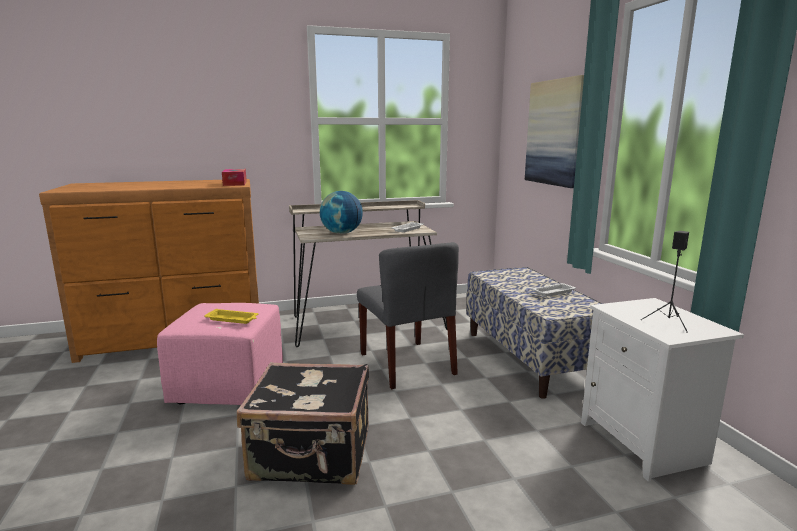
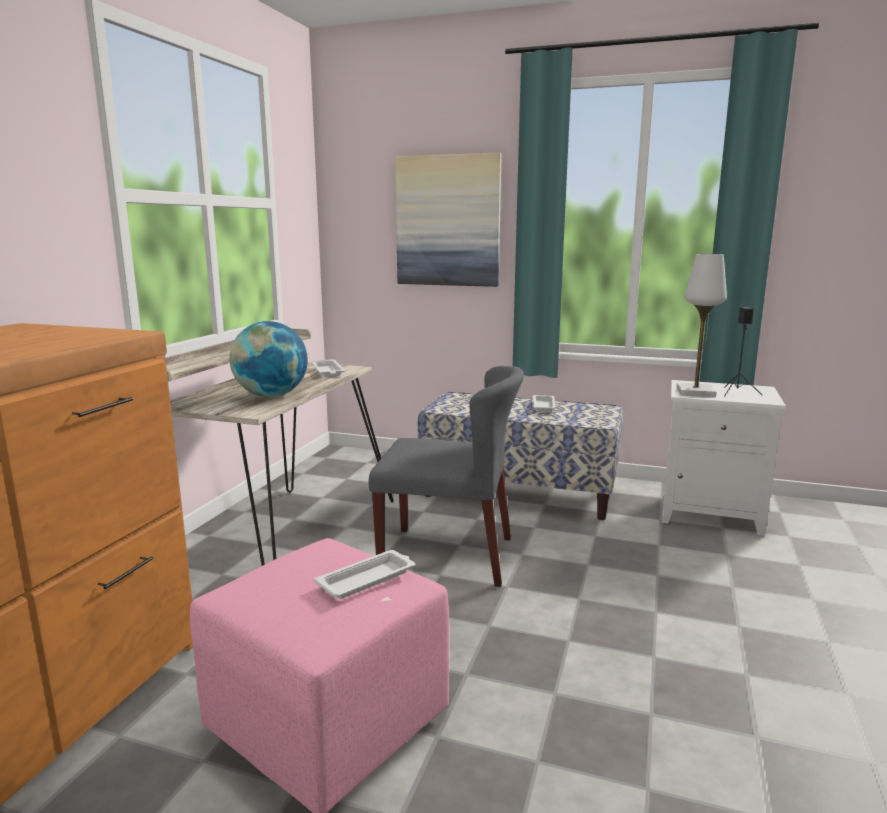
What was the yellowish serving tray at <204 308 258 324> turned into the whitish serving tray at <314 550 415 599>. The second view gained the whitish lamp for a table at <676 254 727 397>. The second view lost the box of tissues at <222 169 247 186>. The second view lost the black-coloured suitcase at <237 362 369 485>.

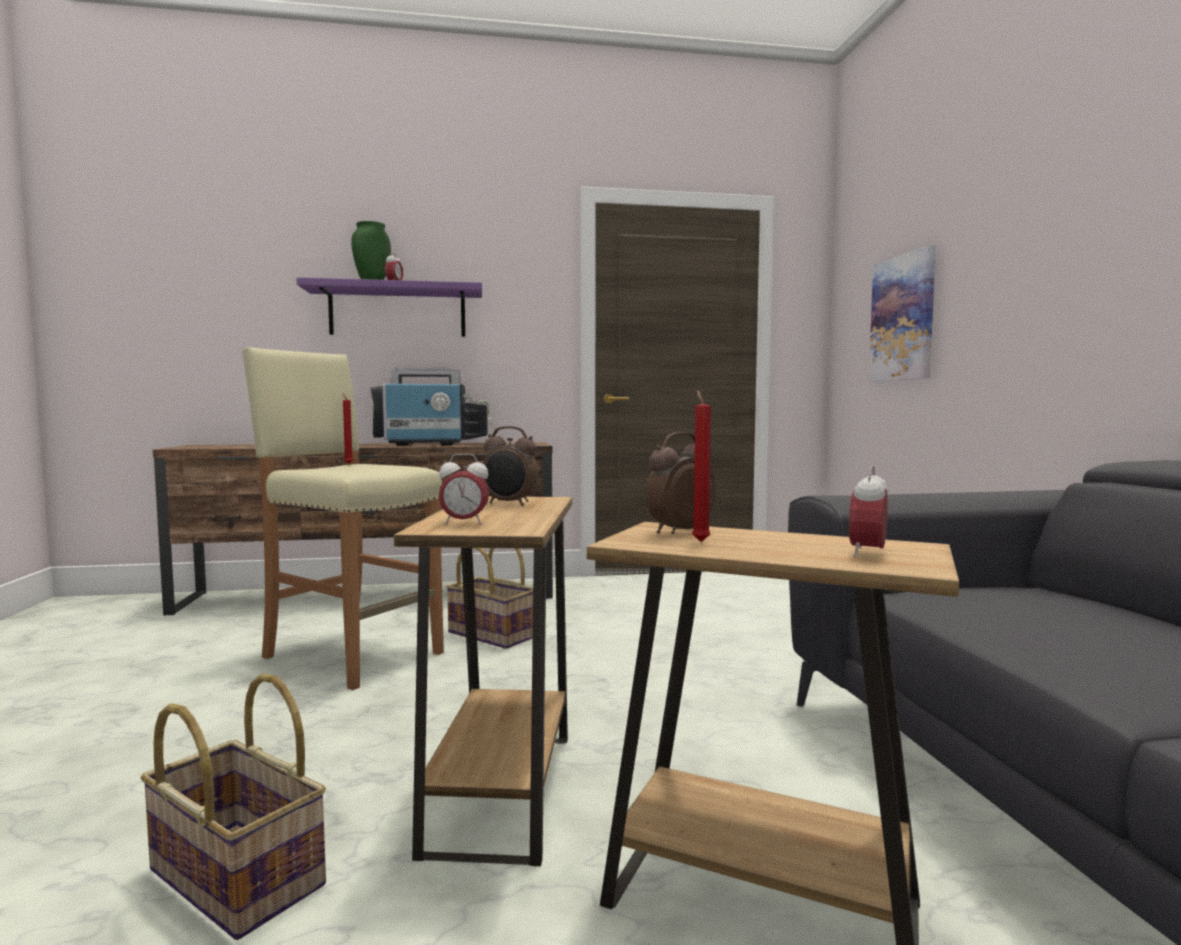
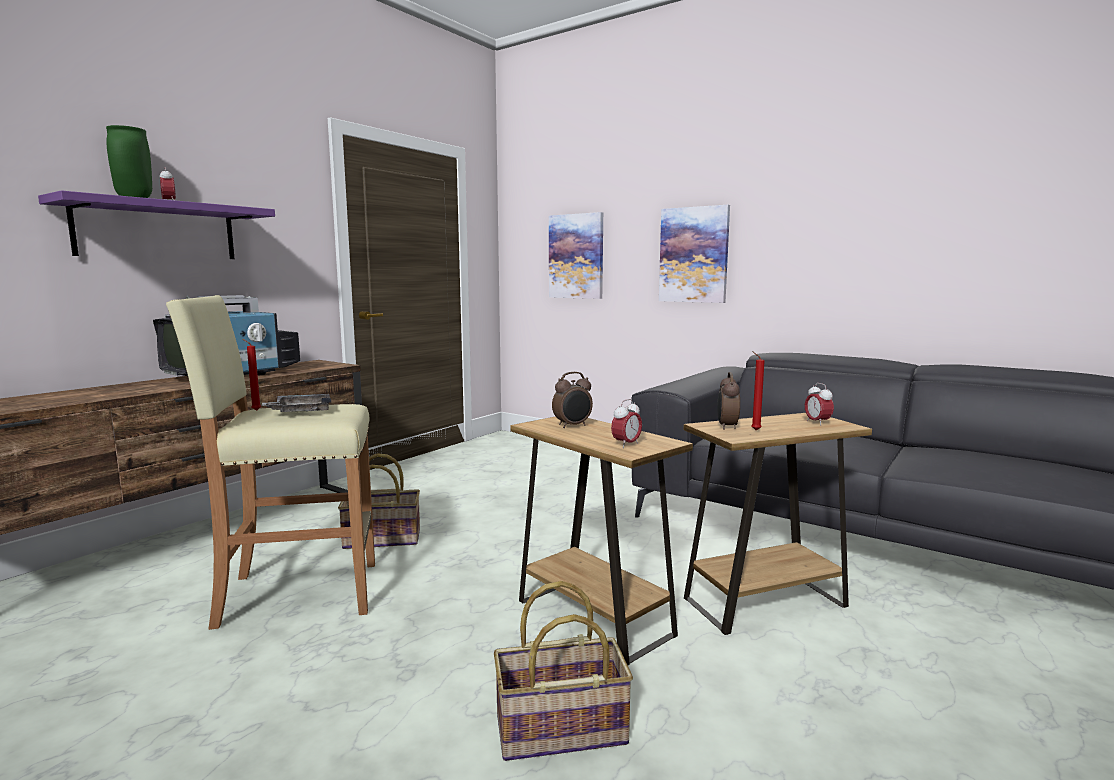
The second view gained the grey serving tray at <261 394 331 412>. The second view gained the picture at <659 205 730 303>.

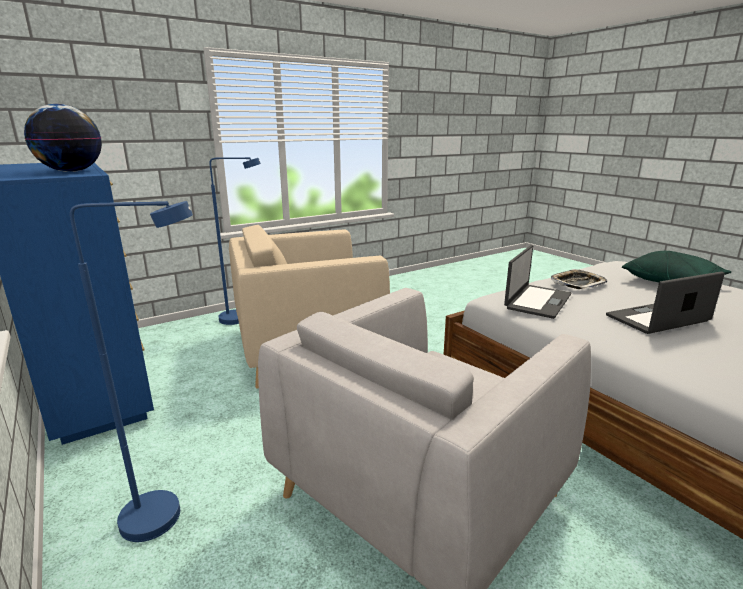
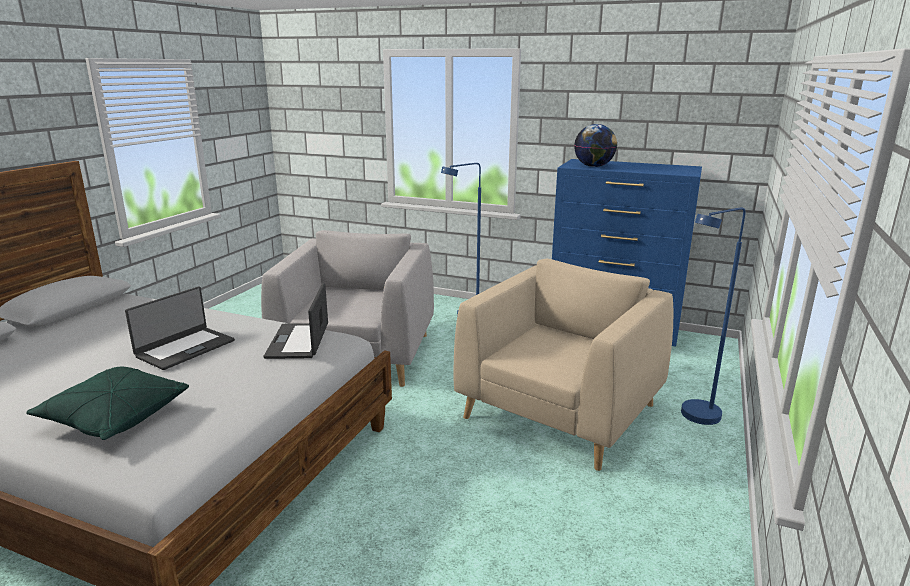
The second view lost the serving tray at <551 269 607 289>.

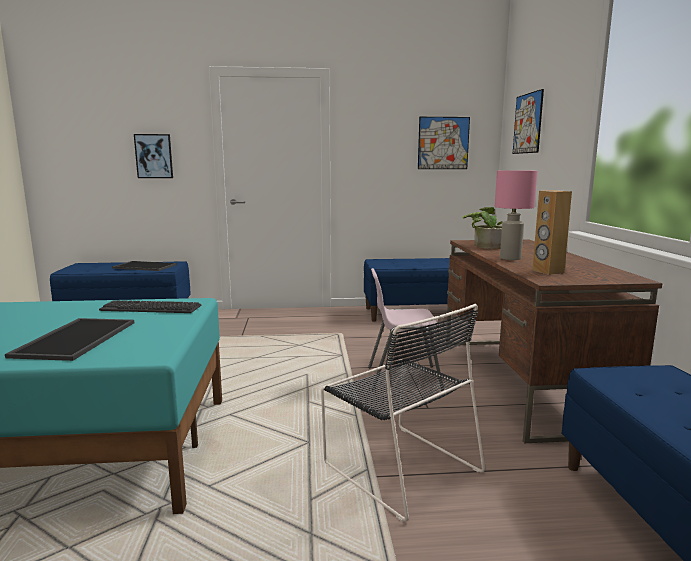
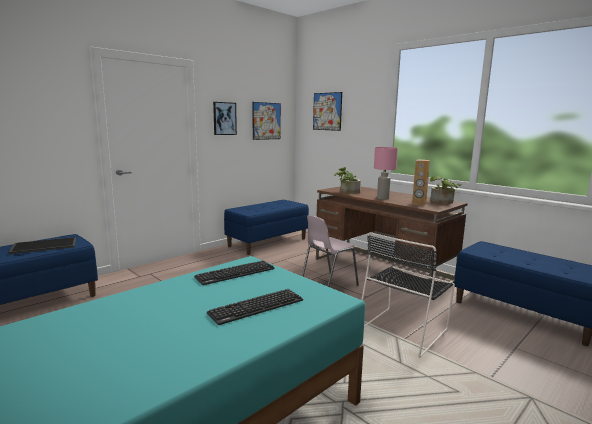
Where the serving tray stood at <5 318 134 361>, the keyboard came to stand at <207 289 303 325>. The picture ended up elsewhere, having gone from <134 134 173 178> to <213 102 237 135>. The black-coloured plain chair at <321 304 485 522> ended up facing another way, 120 degrees clockwise from before. The second view gained the plant in a pot at <430 176 462 204>.

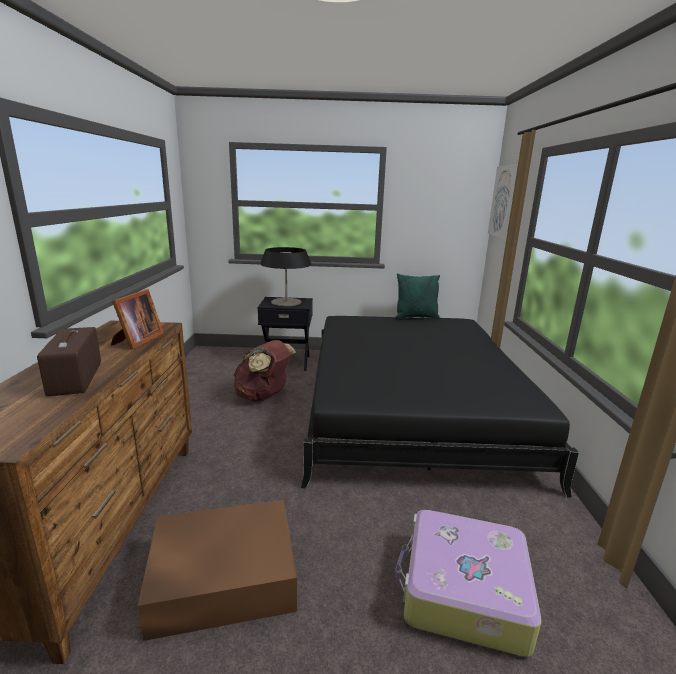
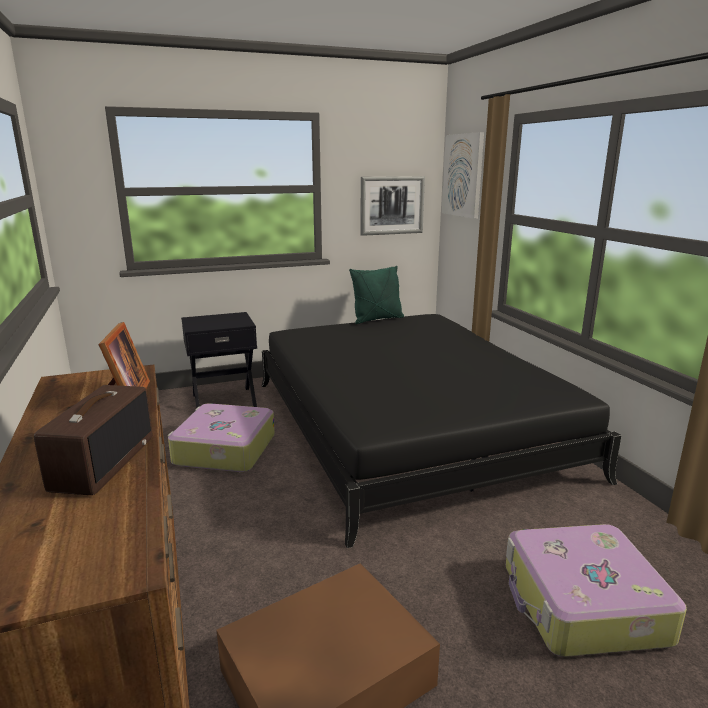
The radio receiver at <37 327 101 396> ended up facing another way, 135 degrees counterclockwise from before. Where the brown backpack stood at <234 340 296 402>, the suitcase came to stand at <168 403 275 472>. The second view gained the picture at <360 176 425 236>. The second view lost the lamp for a table at <261 247 311 306>.

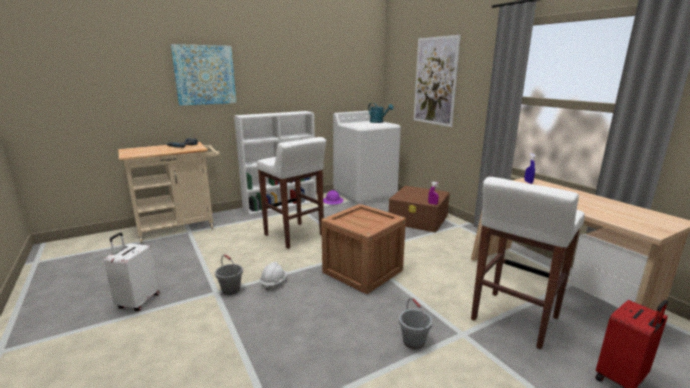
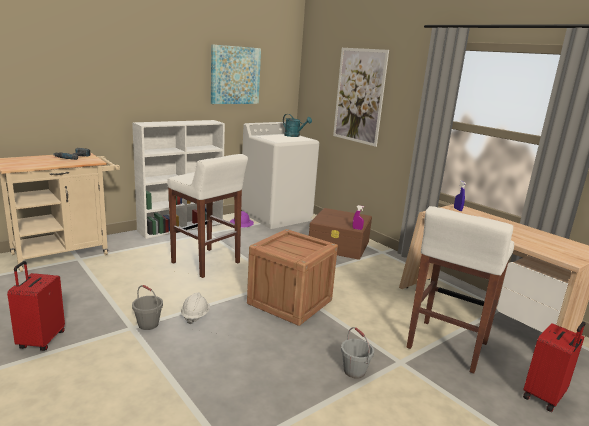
What was the whitish suitcase at <104 233 160 311> turned into the reddish suitcase at <7 261 65 351>. The picture ended up elsewhere, having gone from <170 44 237 106> to <211 44 261 104>.

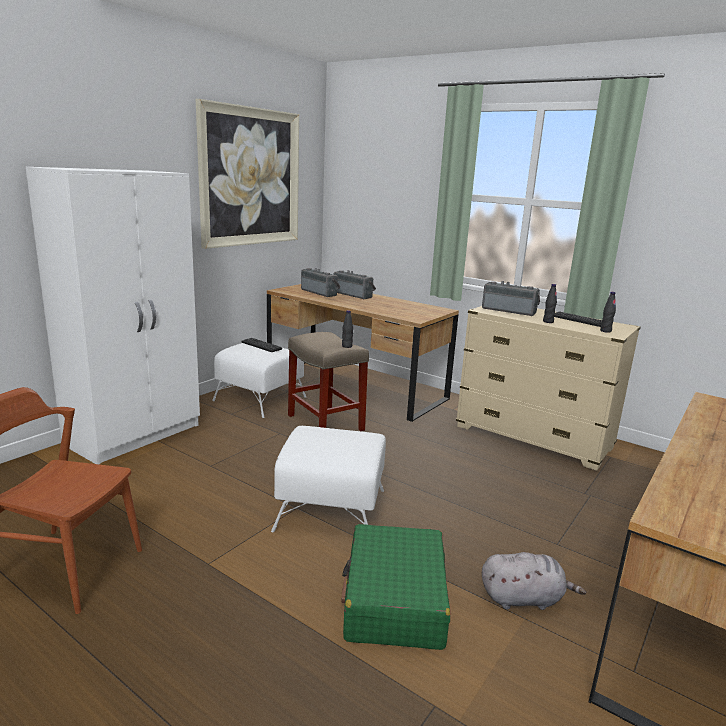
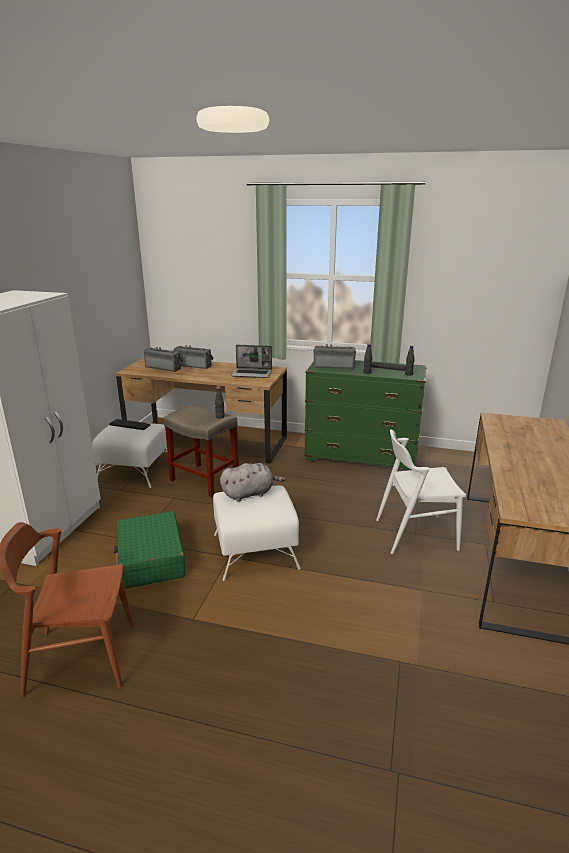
The green suitcase ended up elsewhere, having gone from <341 524 450 650> to <114 511 186 589>. The grey soft toy ended up elsewhere, having gone from <482 552 586 610> to <220 463 285 502>. The second view gained the laptop at <231 345 272 378>. What was the sand-coloured drawer chest at <456 306 641 471> turned into the green drawer chest at <304 360 427 471>. The second view gained the whitish plain chair at <376 429 466 554>. The second view lost the picture at <196 99 299 249>.

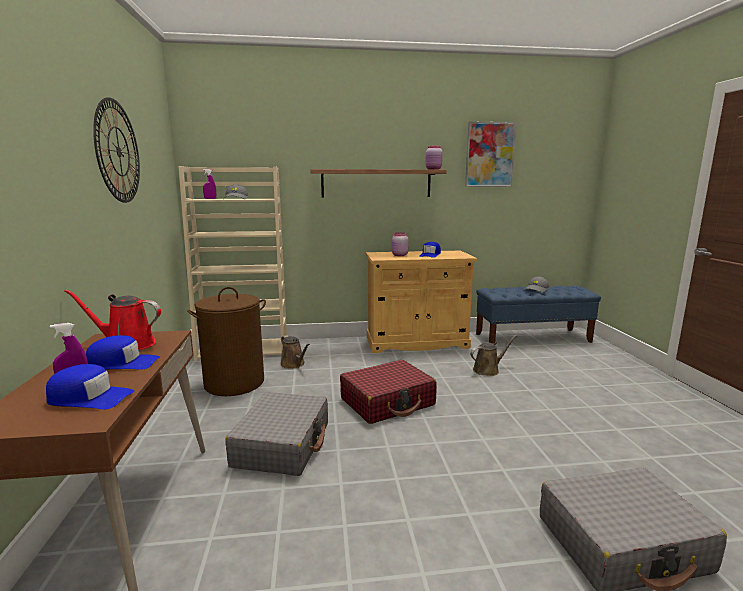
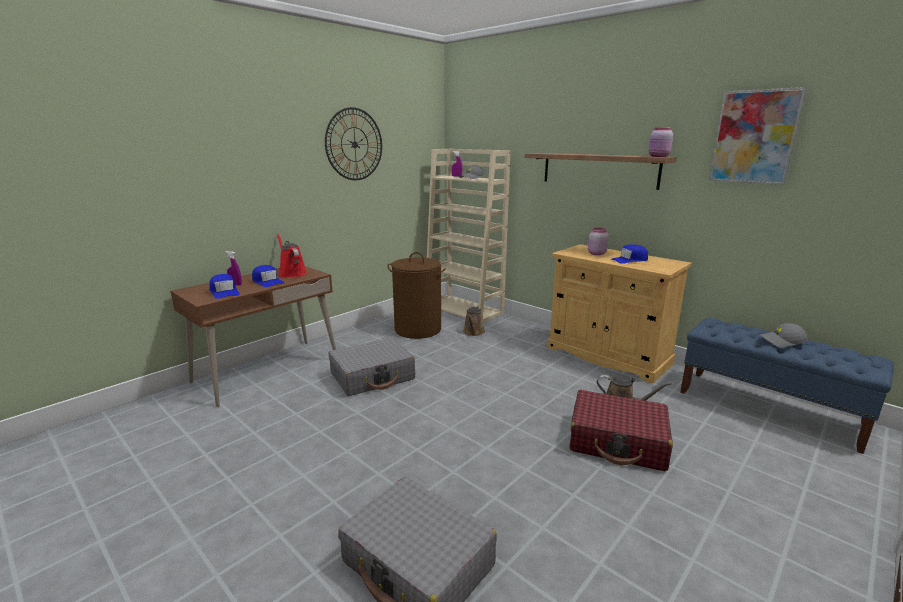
The reddish suitcase ended up elsewhere, having gone from <340 360 437 424> to <569 390 673 471>.

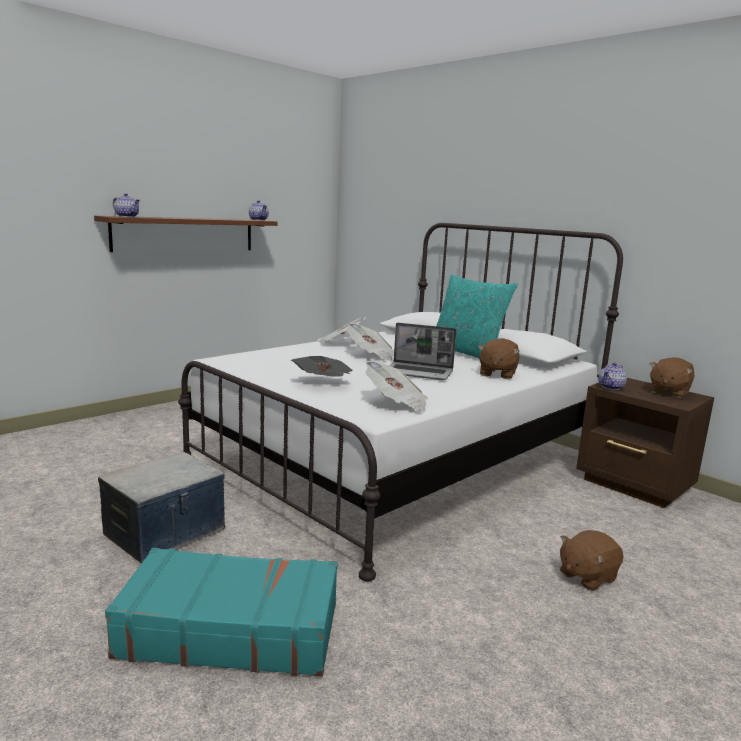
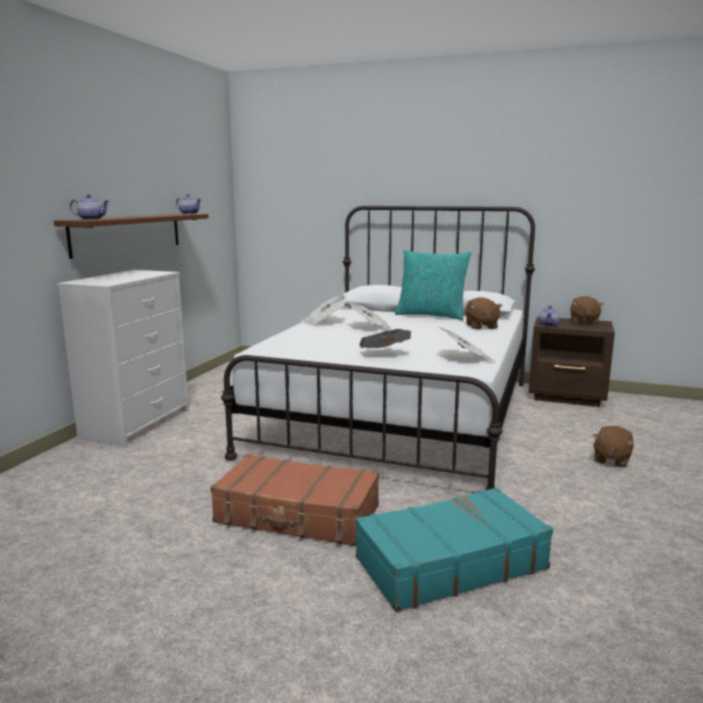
The second view gained the whitish drawer chest at <57 270 189 447>. Where the storage box stood at <98 452 226 563>, the brown suitcase came to stand at <210 454 379 546>. The second view lost the laptop at <389 323 457 380>.

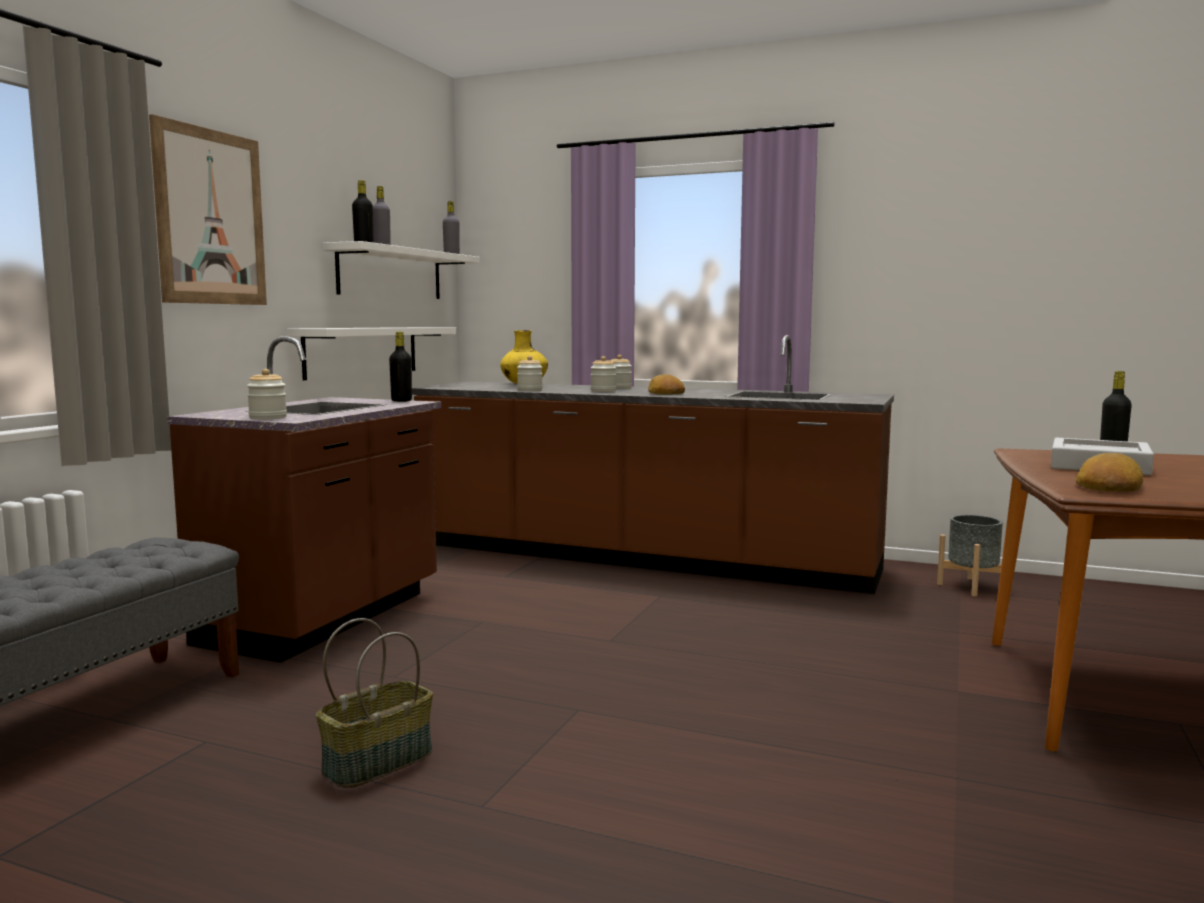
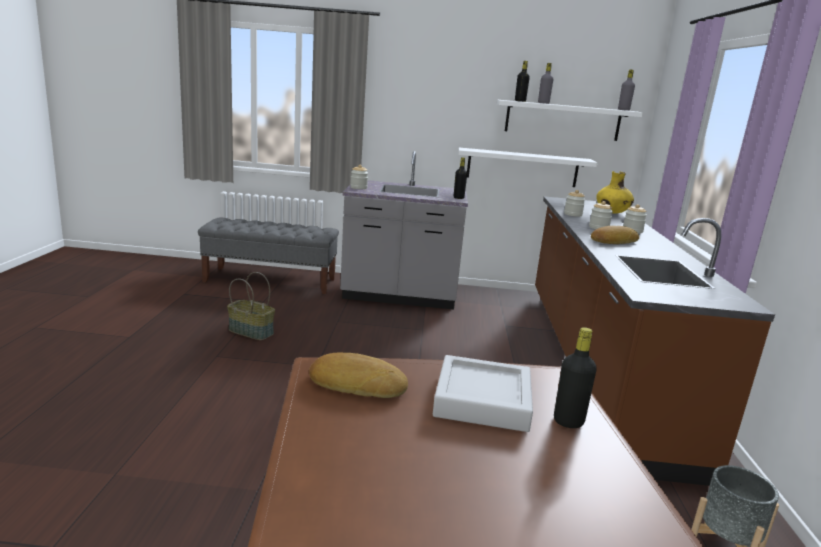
What was the brown counter at <167 336 441 663> turned into the grey counter at <340 151 468 310>. The second view lost the picture at <149 114 267 305>.

